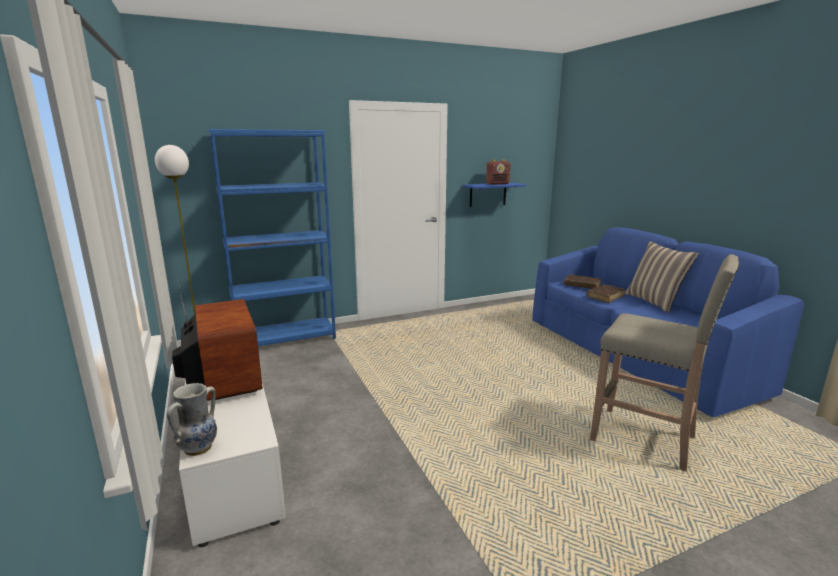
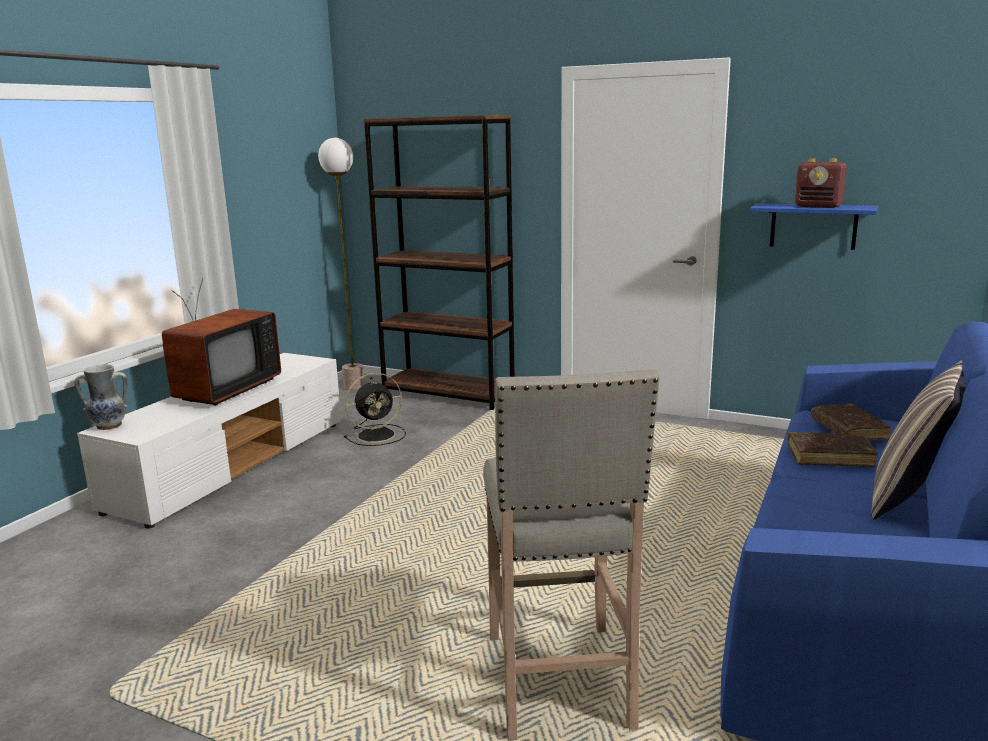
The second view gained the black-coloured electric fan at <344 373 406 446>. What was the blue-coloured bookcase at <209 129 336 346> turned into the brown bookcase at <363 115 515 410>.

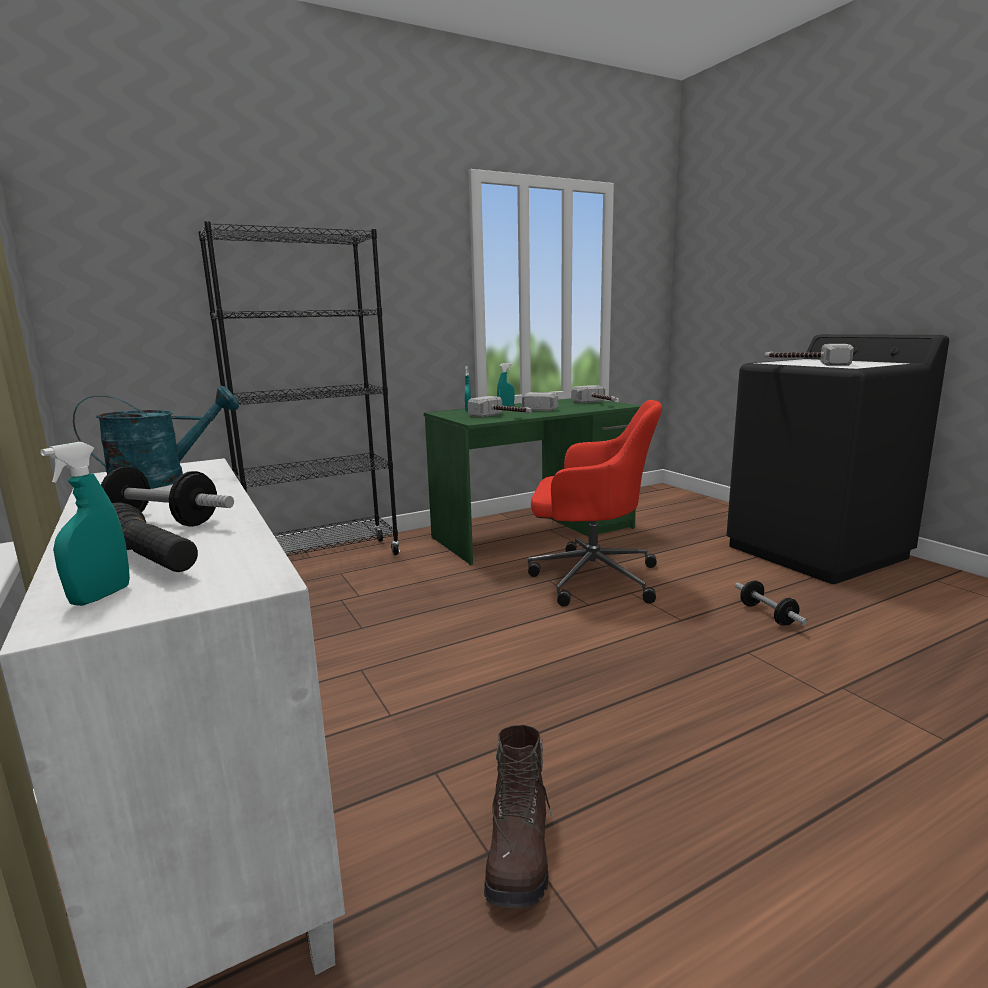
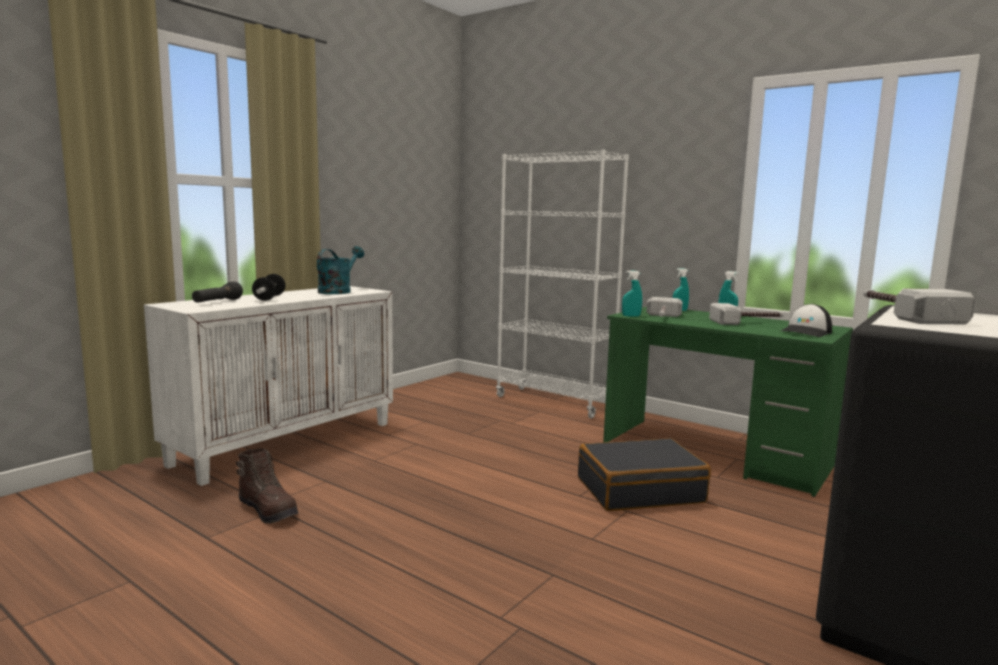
The brown boot at <484 725 553 908> ended up facing another way, 120 degrees counterclockwise from before. The blue-green watering can at <73 386 239 489> ended up facing another way, 105 degrees counterclockwise from before. What was the black-coloured bookcase at <198 221 400 556> turned into the whitish bookcase at <496 149 629 419>. Where the reddish office chair stood at <528 400 662 607>, the black-coloured suitcase came to stand at <578 438 711 511>. The blue-green hand sprayer ended up elsewhere, having gone from <40 442 130 606> to <622 270 642 317>. Where the hammer stood at <571 385 617 403>, the peaked cap came to stand at <779 304 832 337>. The second view lost the hand weight at <735 581 808 626>.

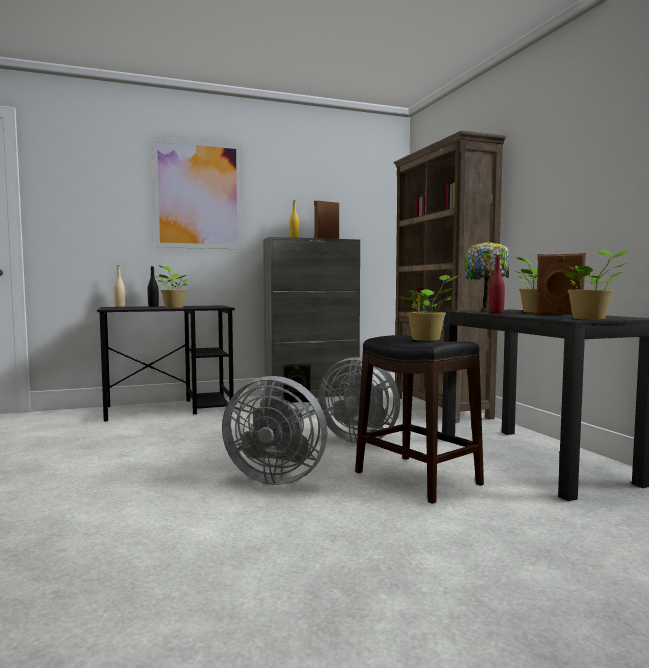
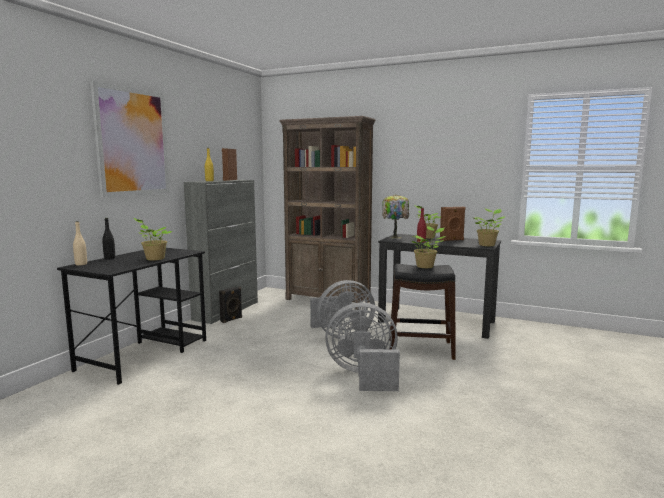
The grey electric fan at <222 376 327 485> ended up facing another way, 150 degrees counterclockwise from before.

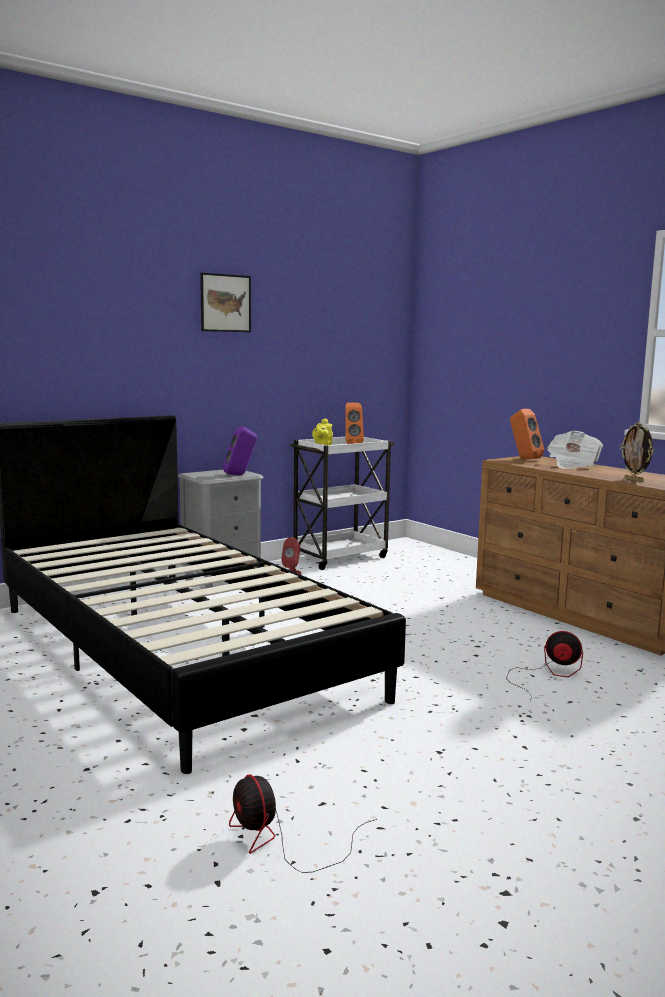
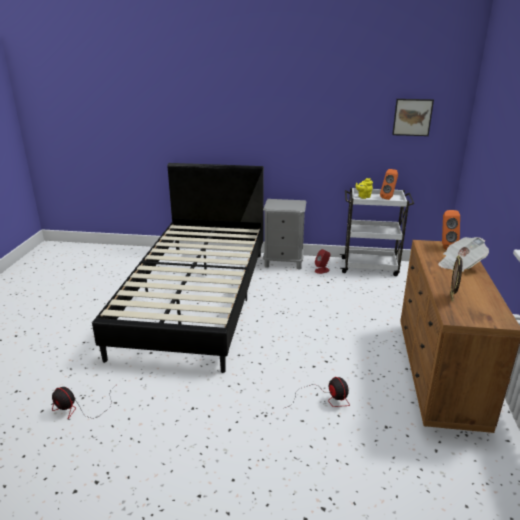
The electric fan at <229 774 377 873> ended up facing another way, 75 degrees counterclockwise from before. The picture ended up elsewhere, having gone from <200 273 251 332> to <392 99 434 136>. The second view lost the purple-coloured loudspeaker at <223 426 257 475>.

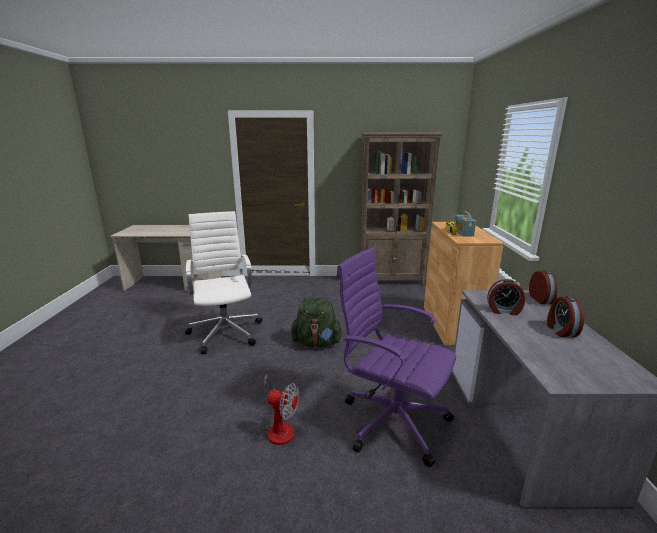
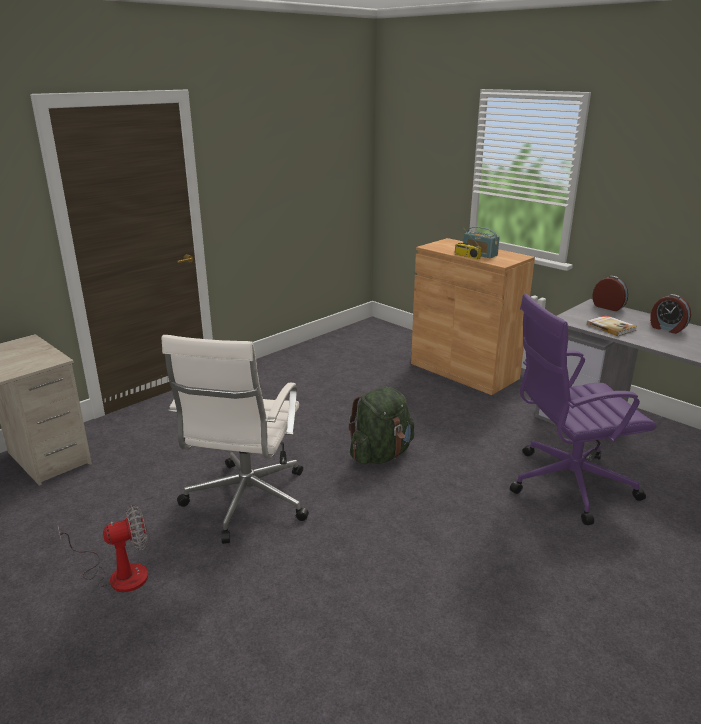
The electric fan ended up elsewhere, having gone from <261 374 299 445> to <58 504 148 592>. The whitish office chair at <185 211 262 354> ended up facing another way, 105 degrees counterclockwise from before. Where the alarm clock stood at <487 279 525 315>, the book came to stand at <587 315 637 336>. The second view lost the brown bookcase at <359 133 443 286>.

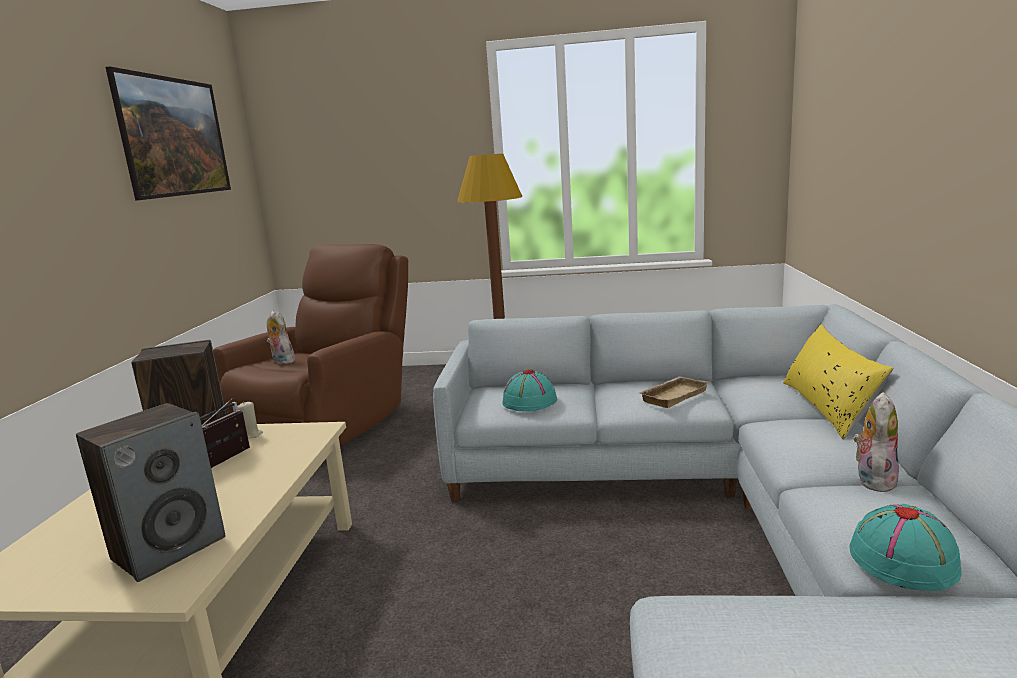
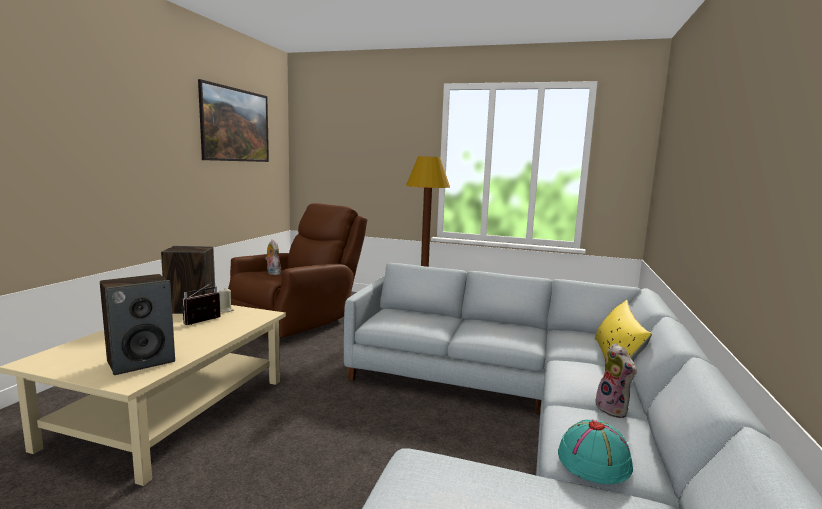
The soft toy at <853 392 899 492> ended up facing another way, 120 degrees clockwise from before. The second view lost the blue-green hat at <502 370 557 412>. The second view lost the sand-coloured serving tray at <640 376 709 408>.

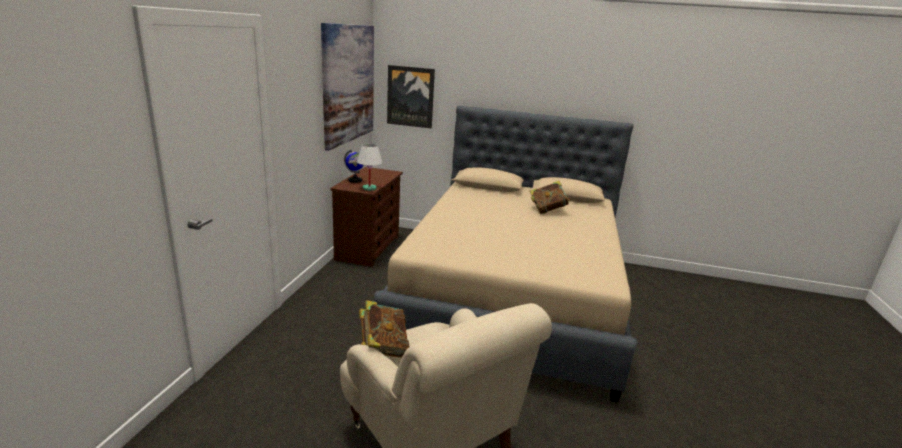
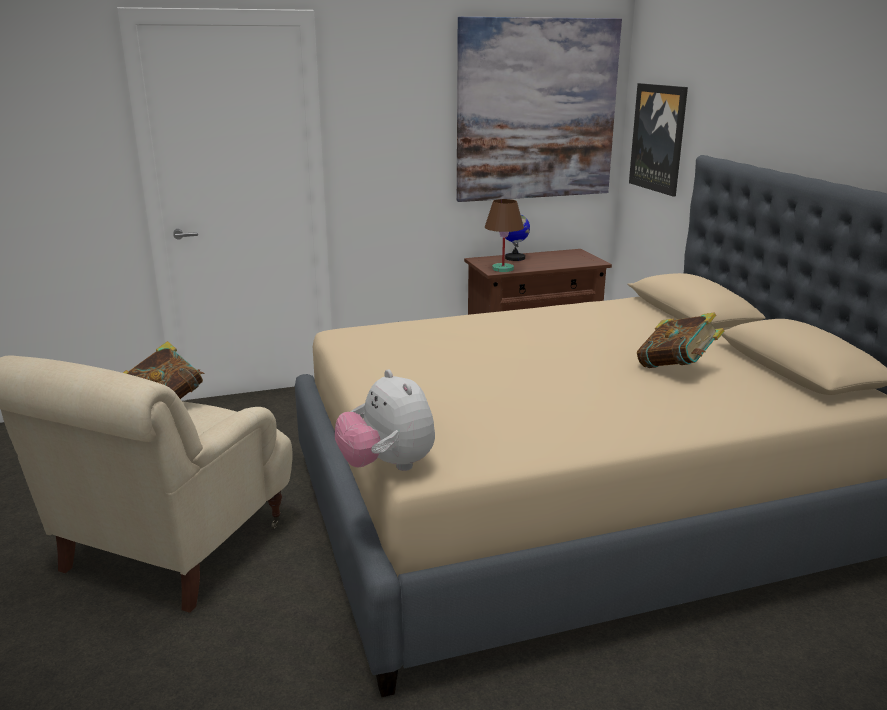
The second view gained the soft toy at <335 369 435 471>. What was the whitish lamp for a table at <357 144 383 191> turned into the brown lamp for a table at <485 199 524 272>.

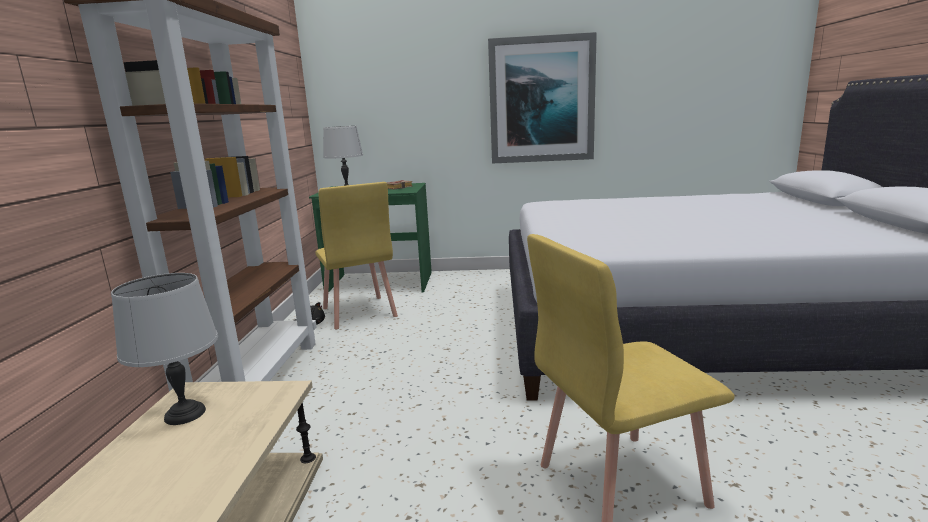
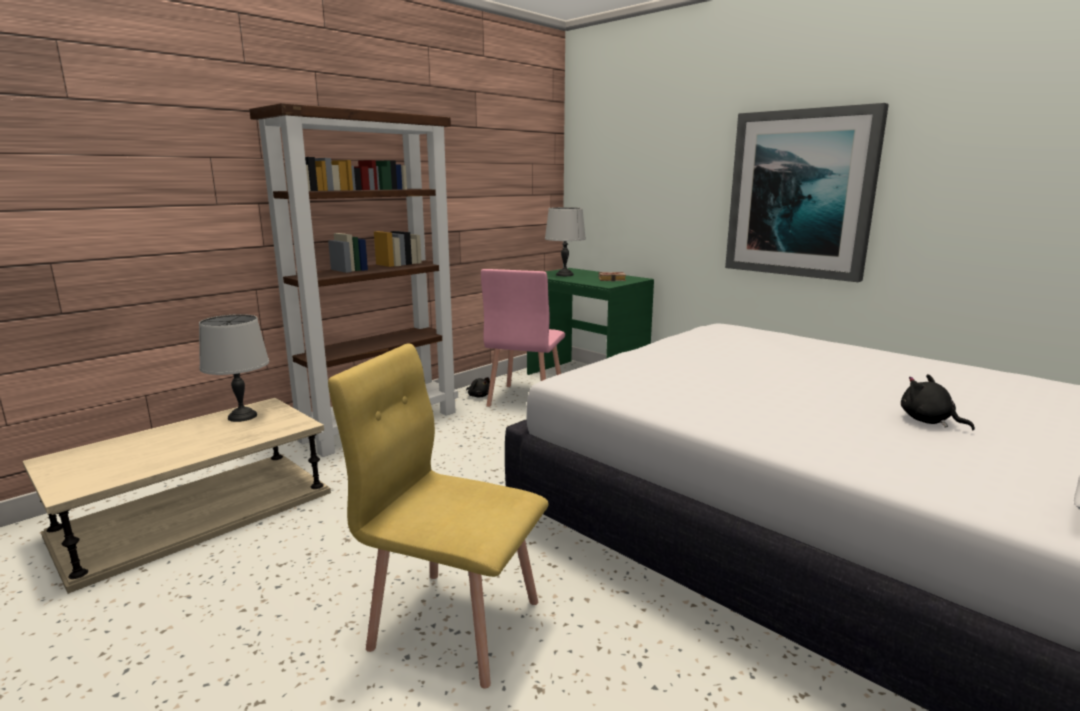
What was the yellowish plain chair at <316 182 398 329> turned into the pinkish plain chair at <481 269 565 407>. The second view gained the black-coloured soft toy at <901 374 975 430>.

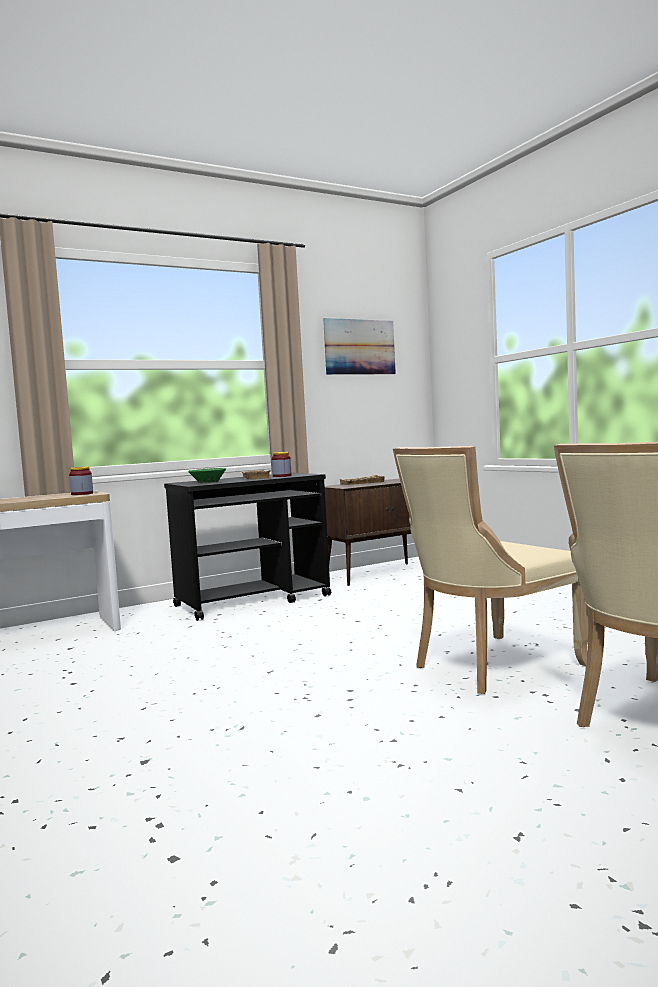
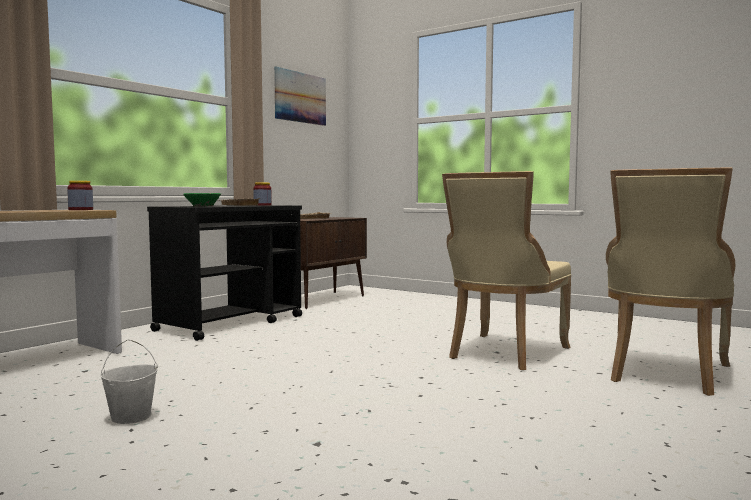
The second view gained the whitish bucket at <100 339 158 424>.

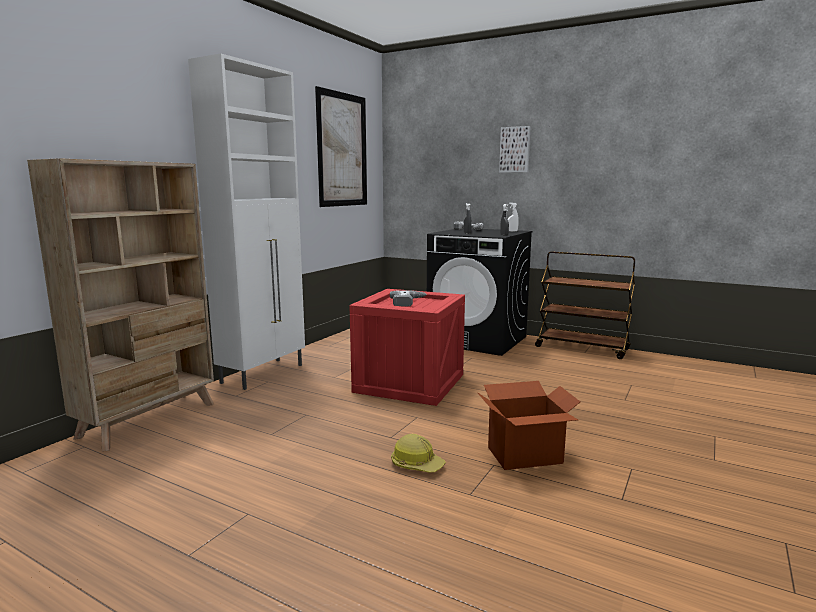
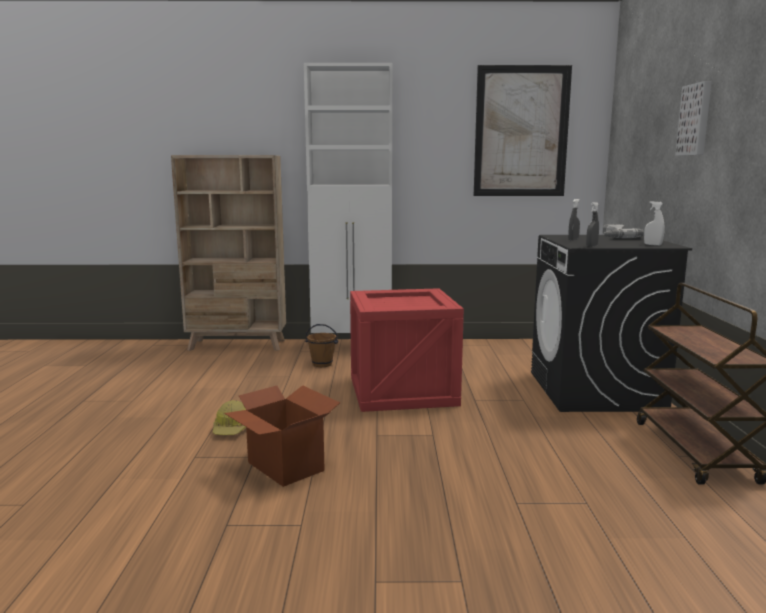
The second view gained the brown bucket at <305 324 339 367>. The second view lost the power drill at <390 290 427 306>.

